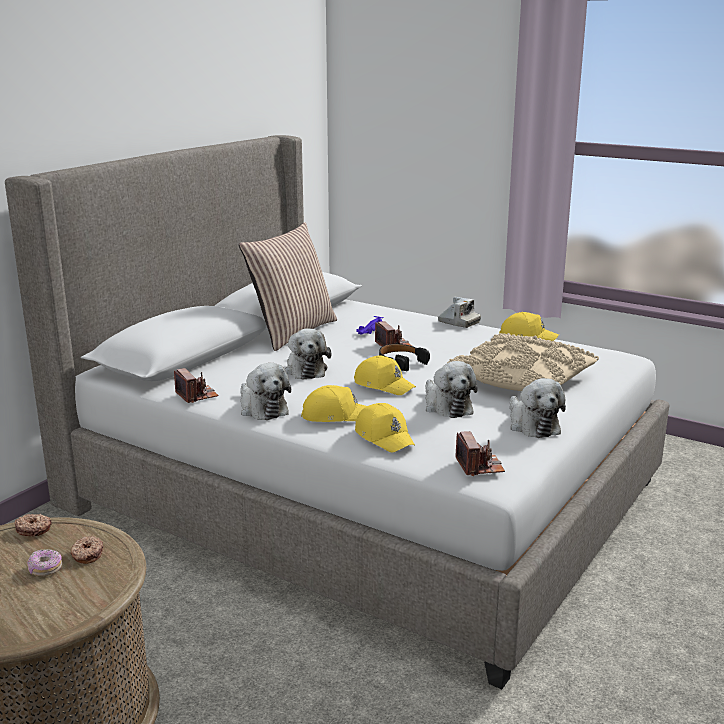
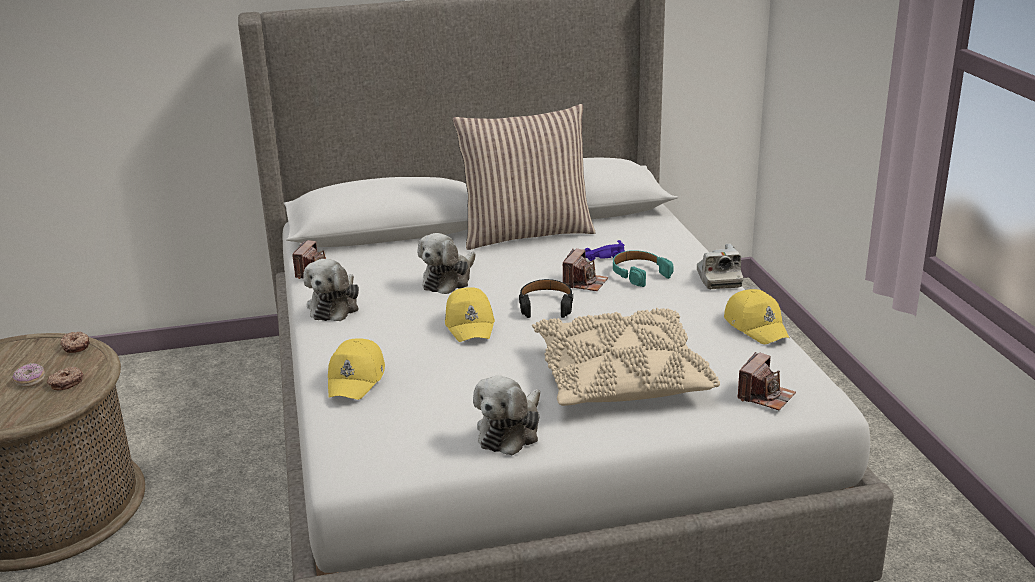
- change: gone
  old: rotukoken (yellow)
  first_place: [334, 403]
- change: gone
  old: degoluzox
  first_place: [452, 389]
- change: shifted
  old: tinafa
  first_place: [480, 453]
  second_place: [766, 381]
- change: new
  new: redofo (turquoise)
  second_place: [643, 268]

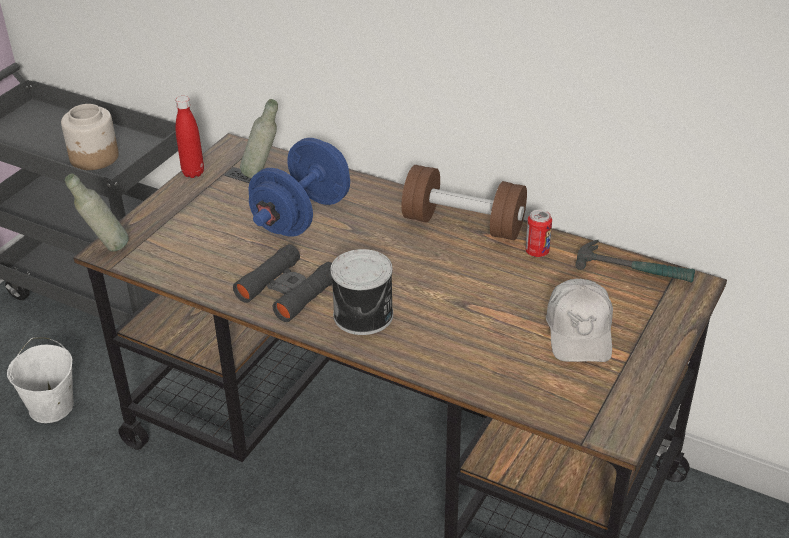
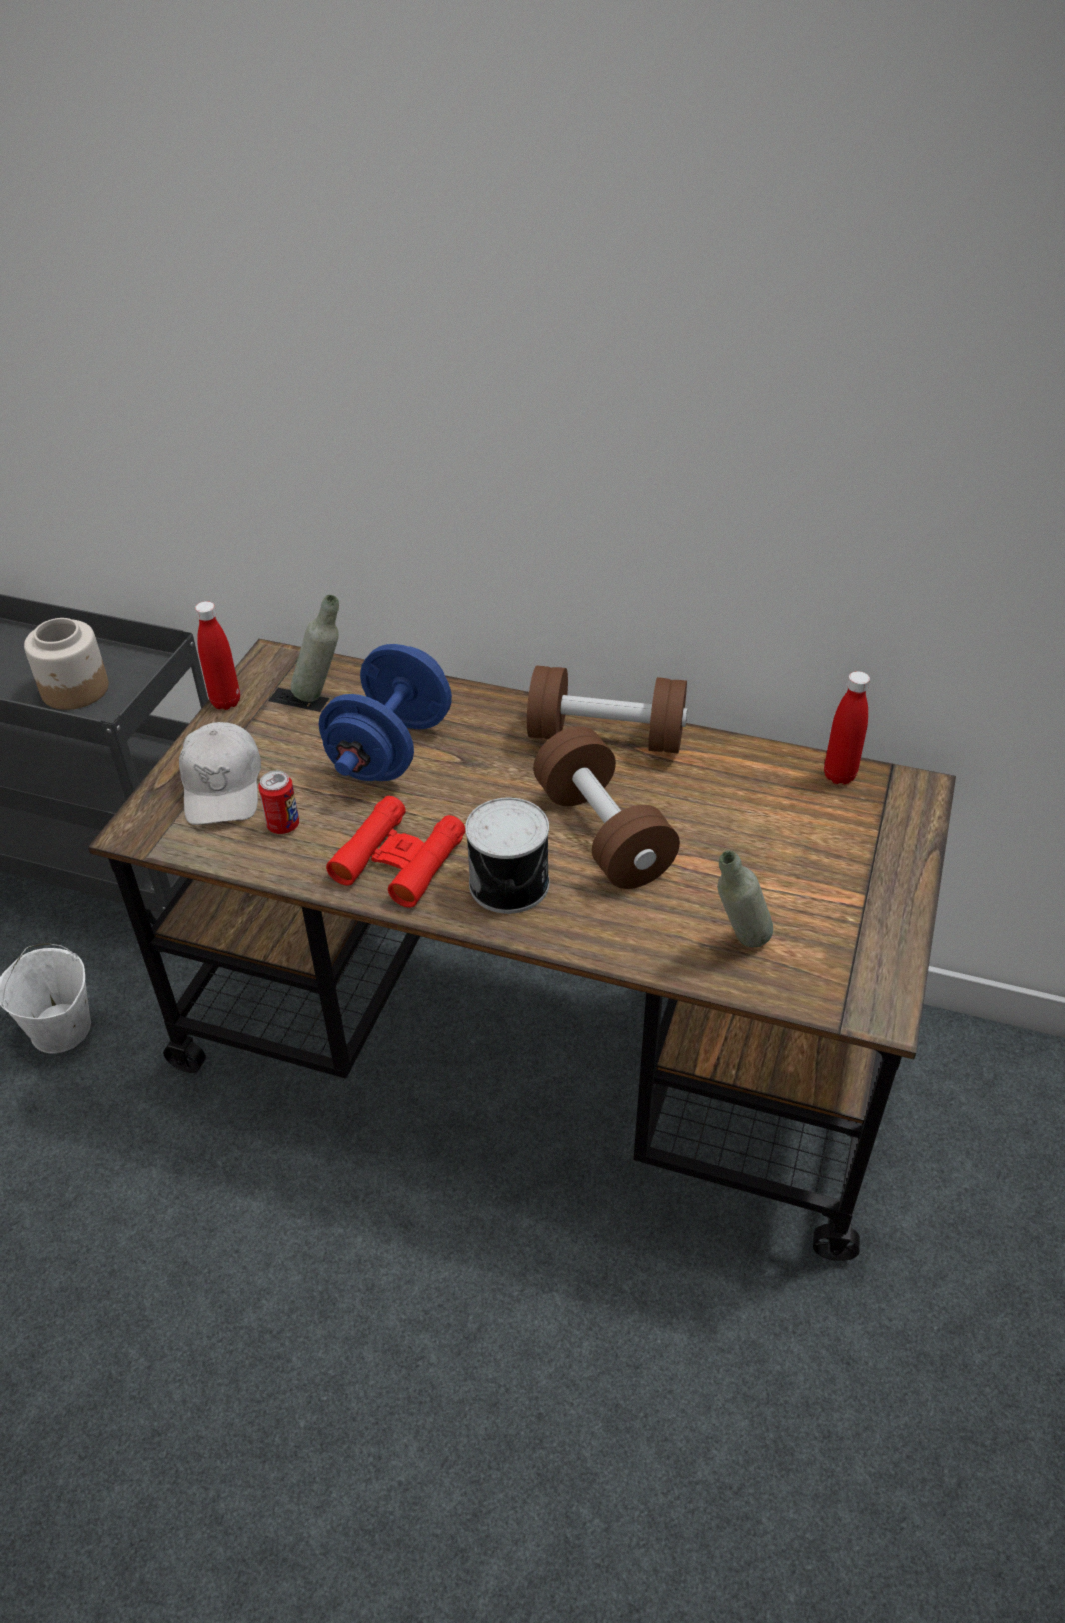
- change: shifted
  old: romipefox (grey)
  first_place: [97, 212]
  second_place: [745, 899]
- change: repainted
  old: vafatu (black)
  new: vafatu (red)
  first_place: [282, 283]
  second_place: [395, 852]
- change: shifted
  old: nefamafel
  first_place: [538, 233]
  second_place: [278, 802]
- change: shifted
  old: rotukoken (white)
  first_place: [579, 320]
  second_place: [220, 773]
- change: swapped
  old: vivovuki
  new: romipefox (red)
  first_place: [635, 261]
  second_place: [847, 728]
- change: new
  new: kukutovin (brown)
  second_place: [606, 807]

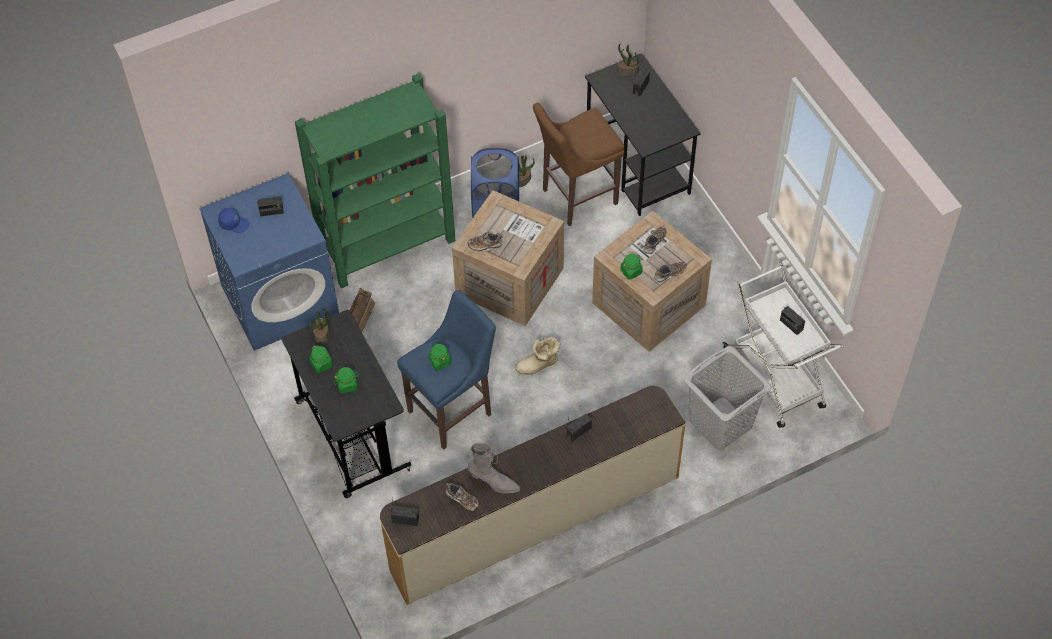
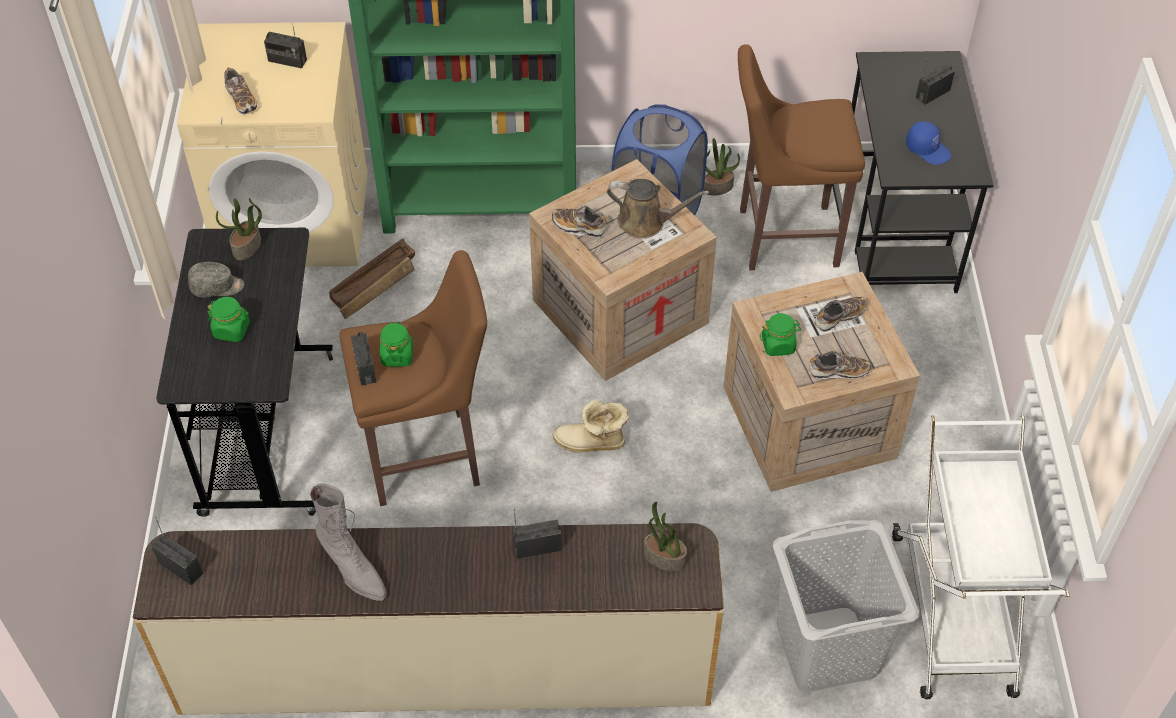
- change: repainted
  old: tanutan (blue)
  new: tanutan (beige)
  first_place: [269, 262]
  second_place: [272, 144]
- change: shifted
  old: rotukoken (blue)
  first_place: [234, 220]
  second_place: [928, 143]
- change: swapped
  old: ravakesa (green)
  new: rotukoken (grey)
  first_place: [321, 359]
  second_place: [216, 279]
- change: repainted
  old: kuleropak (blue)
  new: kuleropak (brown)
  first_place: [446, 370]
  second_place: [413, 378]
- change: shifted
  old: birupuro
  first_place: [462, 497]
  second_place: [240, 90]
- change: shifted
  old: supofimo
  first_place: [628, 59]
  second_place: [665, 536]
- change: shifted
  old: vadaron
  first_place: [792, 320]
  second_place: [363, 359]
- change: new
  new: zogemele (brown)
  second_place: [658, 209]

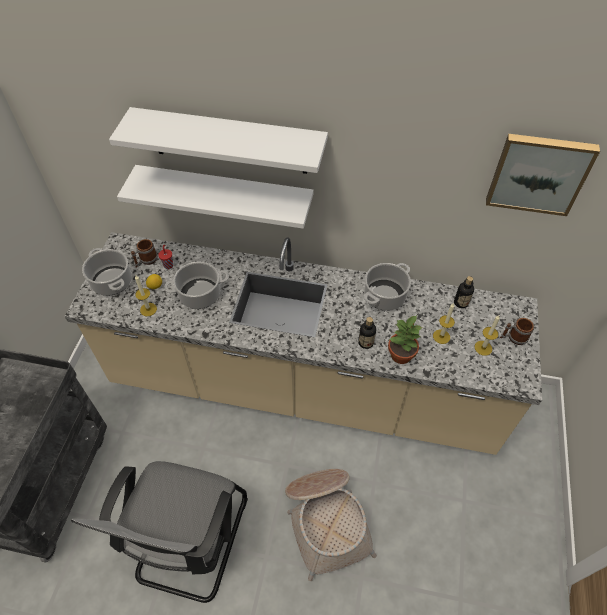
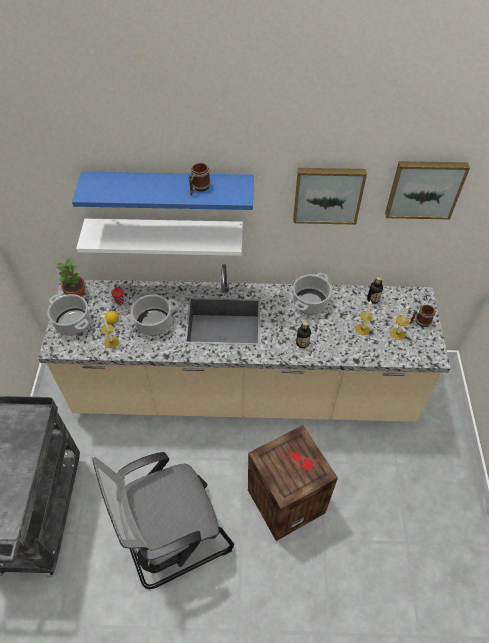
- change: rotated
  old: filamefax
  first_place: [159, 532]
  second_place: [163, 520]
  degrees: 60
- change: repainted
  old: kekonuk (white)
  new: kekonuk (blue)
  first_place: [218, 140]
  second_place: [163, 191]
- change: shifted
  old: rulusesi
  first_place: [144, 253]
  second_place: [199, 179]
- change: swapped
  old: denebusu
  new: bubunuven
  first_place: [331, 525]
  second_place: [293, 483]
- change: shifted
  old: supofimo
  first_place: [405, 339]
  second_place: [71, 277]
- change: new
  new: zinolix
  second_place: [330, 196]

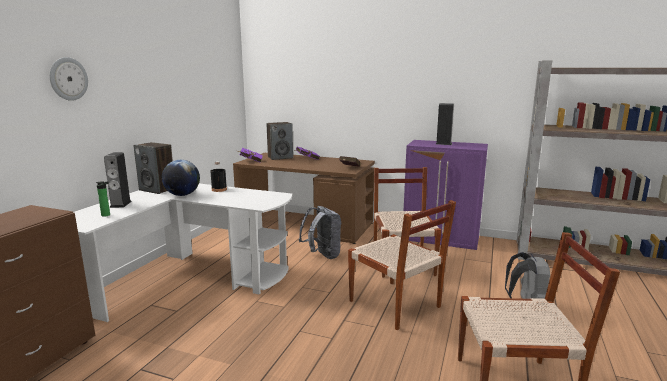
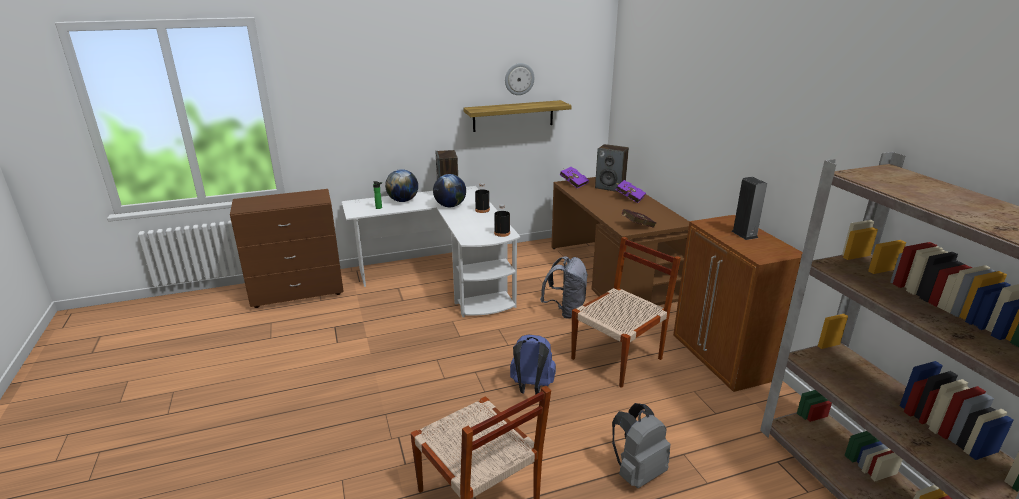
- change: shifted
  old: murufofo
  first_place: [69, 79]
  second_place: [519, 79]
- change: swapped
  old: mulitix
  new: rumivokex
  first_place: [118, 180]
  second_place: [401, 185]
- change: swapped
  old: filamefax
  new: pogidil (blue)
  first_place: [402, 265]
  second_place: [533, 365]
- change: repainted
  old: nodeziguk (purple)
  new: nodeziguk (brown)
  first_place: [446, 195]
  second_place: [738, 303]
- change: new
  new: kekonuk
  second_place: [517, 116]
- change: new
  new: romipefox (black)
  second_place: [502, 220]

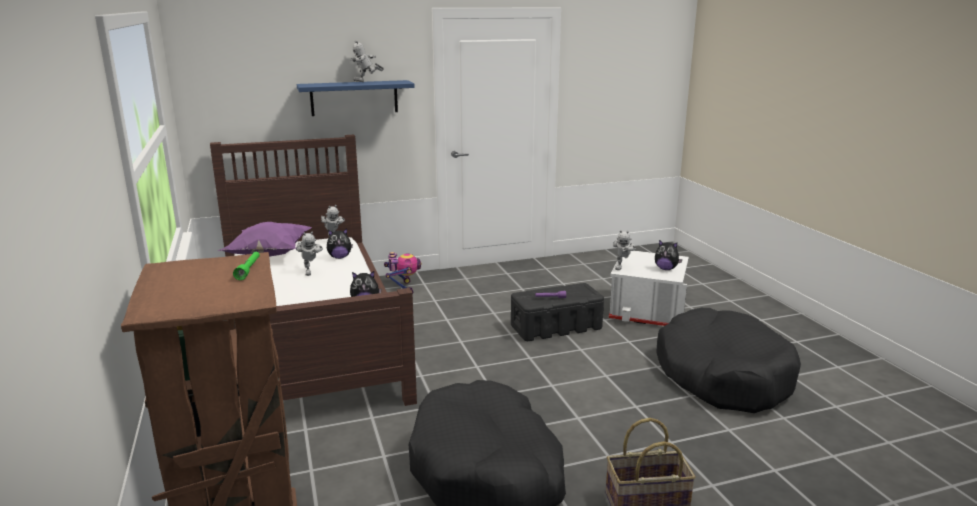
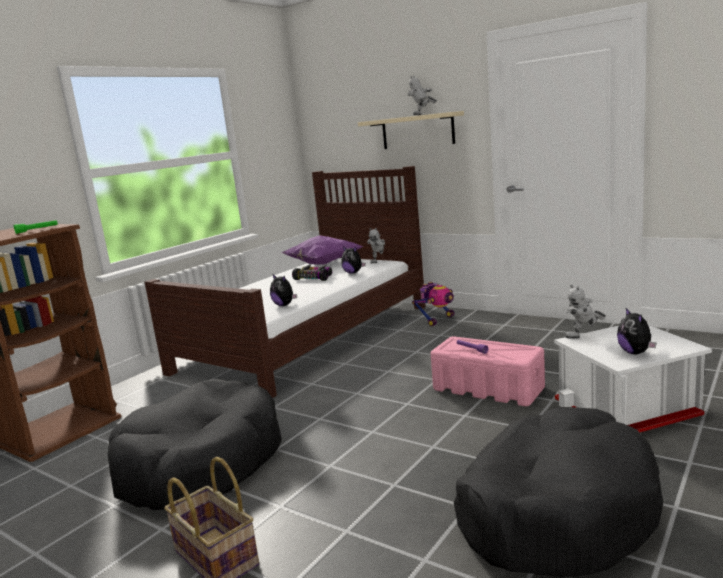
- change: swapped
  old: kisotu
  new: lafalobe
  first_place: [309, 254]
  second_place: [312, 272]
- change: repainted
  old: kekonuk (blue)
  new: kekonuk (beige)
  first_place: [356, 98]
  second_place: [411, 130]
- change: repainted
  old: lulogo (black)
  new: lulogo (pink)
  first_place: [557, 312]
  second_place: [488, 371]

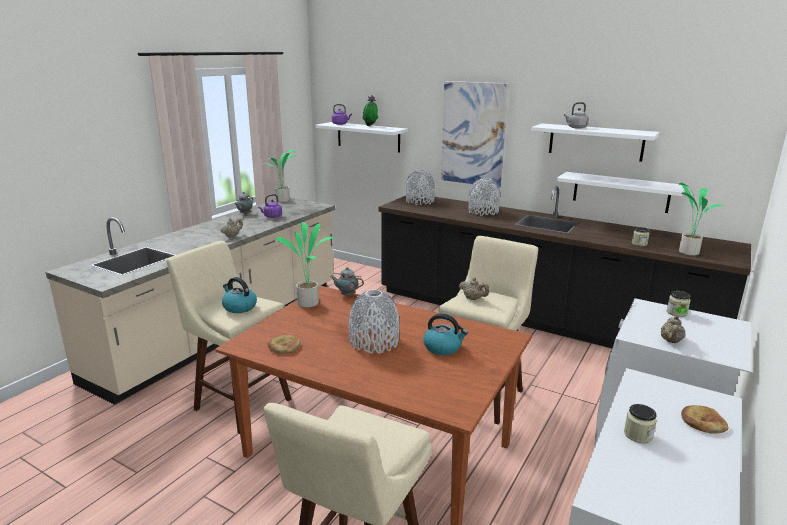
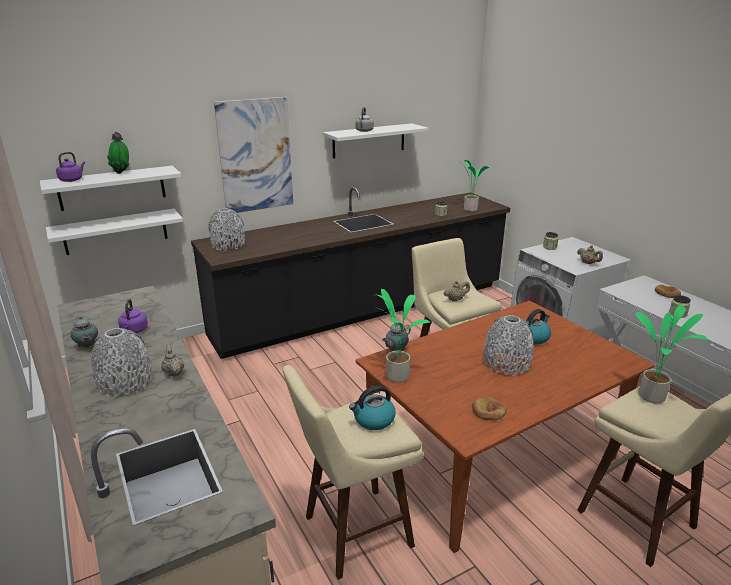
- change: shifted
  old: supofimo
  first_place: [279, 176]
  second_place: [671, 354]
- change: shifted
  old: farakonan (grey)
  first_place: [484, 197]
  second_place: [121, 362]
- change: shifted
  old: kekonuk (white)
  first_place: [620, 192]
  second_place: [114, 232]

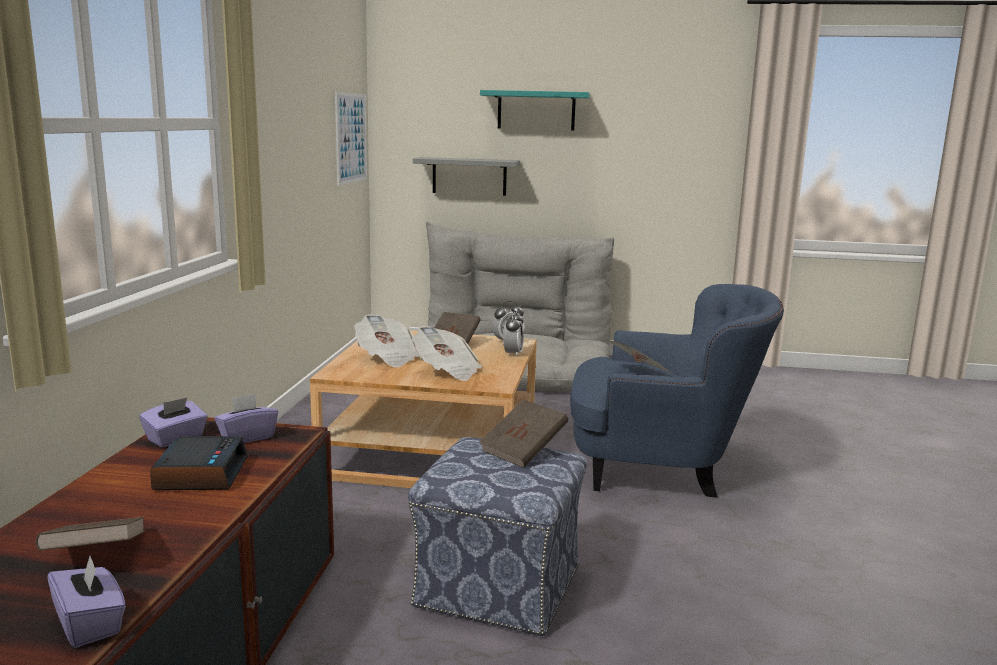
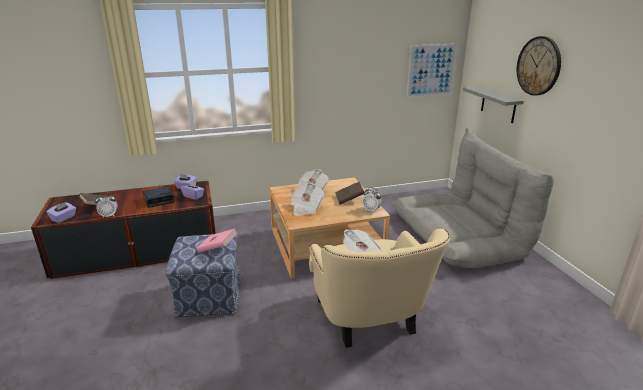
- change: repainted
  old: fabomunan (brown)
  new: fabomunan (pink)
  first_place: [523, 433]
  second_place: [217, 241]
- change: swapped
  old: kekonuk (turquoise)
  new: murufofo
  first_place: [535, 110]
  second_place: [539, 66]
- change: shifted
  old: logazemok
  first_place: [513, 333]
  second_place: [106, 205]
- change: repainted
  old: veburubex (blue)
  new: veburubex (beige)
  first_place: [677, 391]
  second_place: [379, 288]

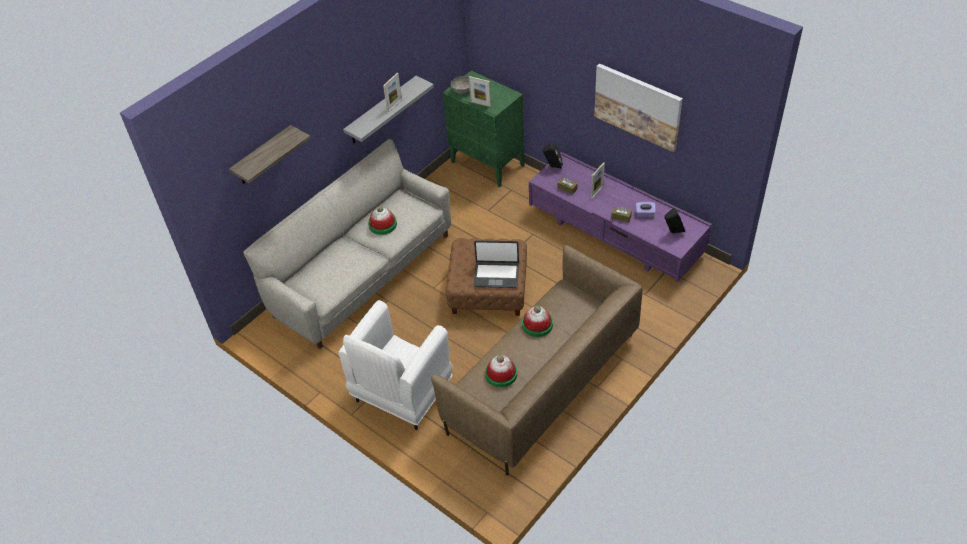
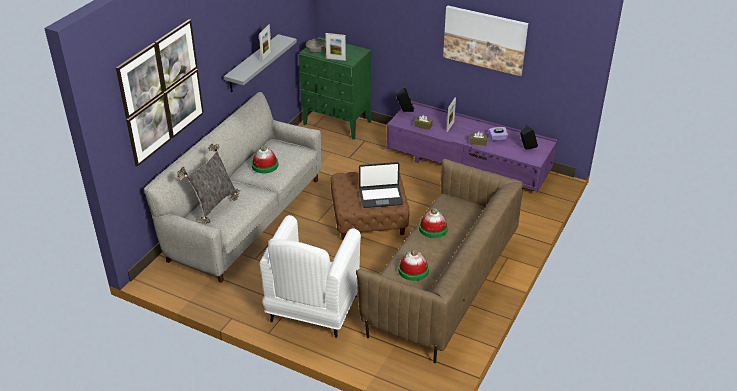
- change: swapped
  old: kekonuk
  new: zinolix
  first_place: [270, 154]
  second_place: [160, 93]
- change: new
  new: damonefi
  second_place: [208, 184]

